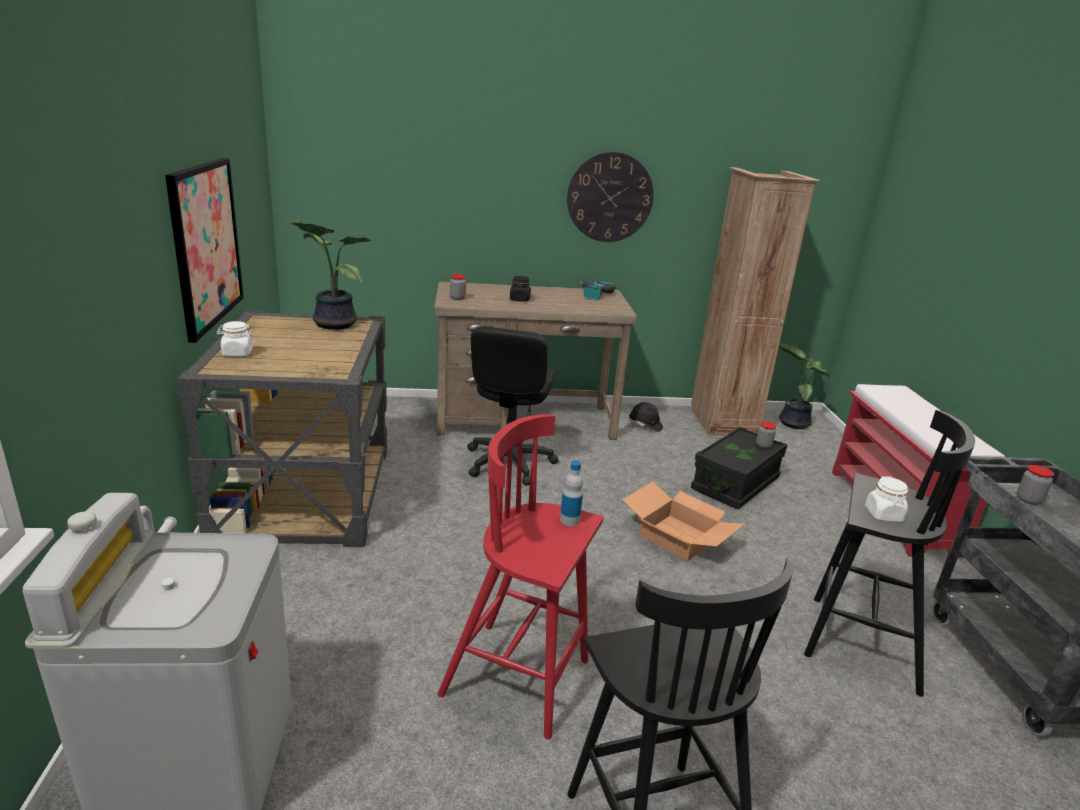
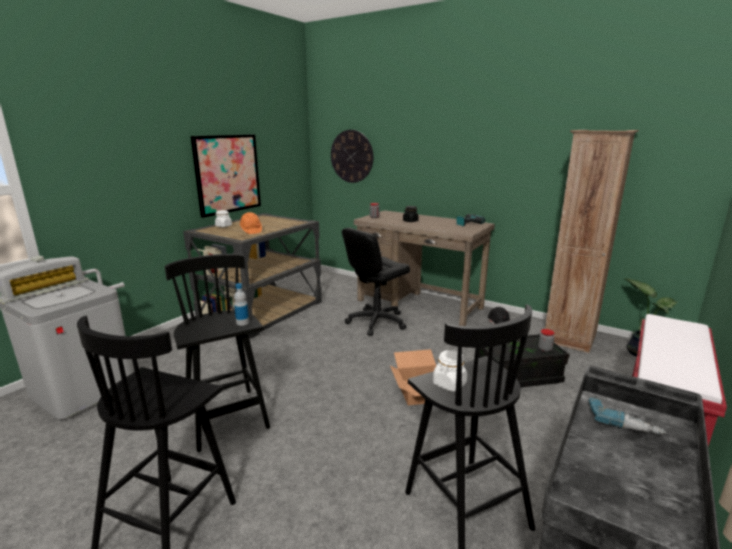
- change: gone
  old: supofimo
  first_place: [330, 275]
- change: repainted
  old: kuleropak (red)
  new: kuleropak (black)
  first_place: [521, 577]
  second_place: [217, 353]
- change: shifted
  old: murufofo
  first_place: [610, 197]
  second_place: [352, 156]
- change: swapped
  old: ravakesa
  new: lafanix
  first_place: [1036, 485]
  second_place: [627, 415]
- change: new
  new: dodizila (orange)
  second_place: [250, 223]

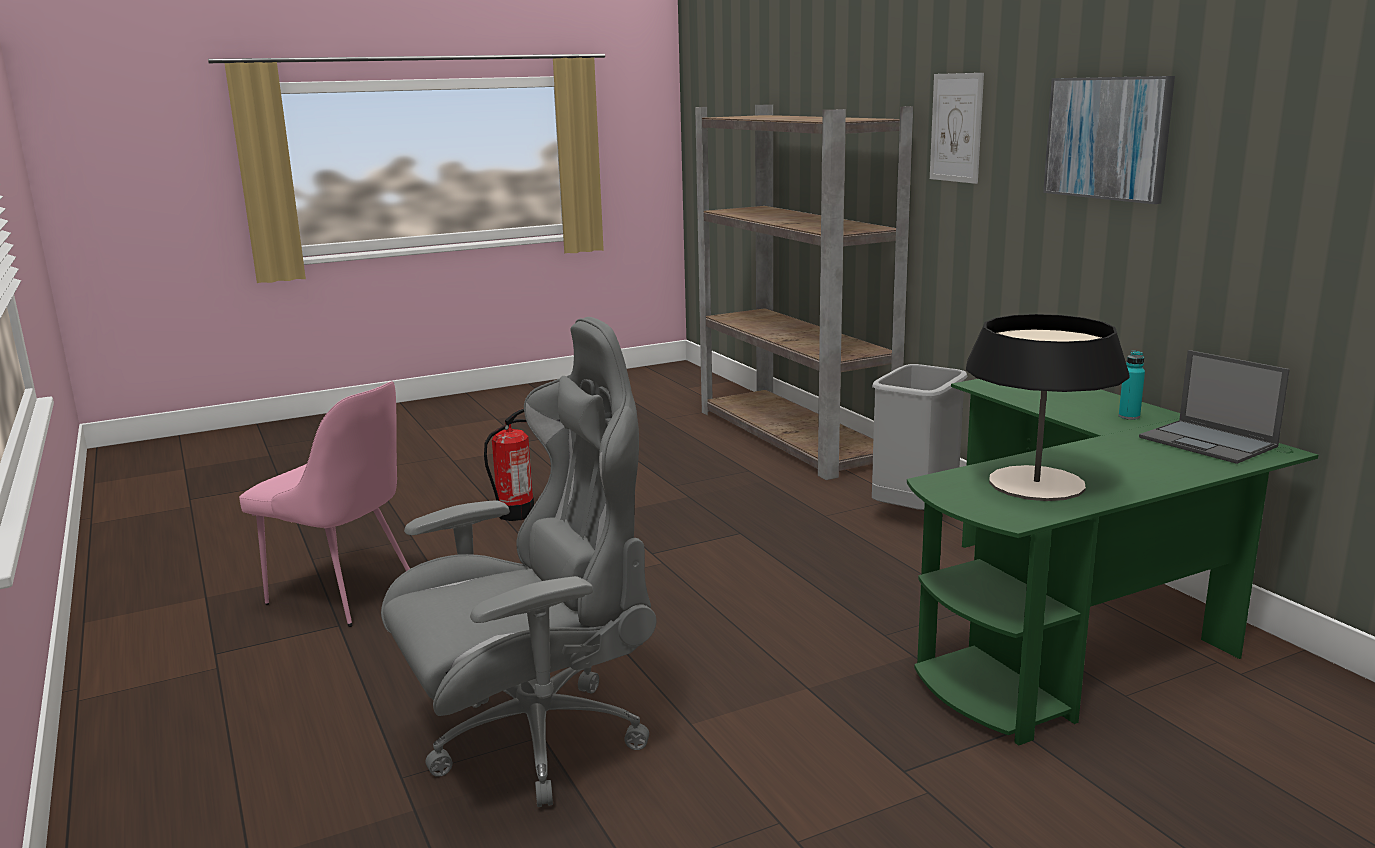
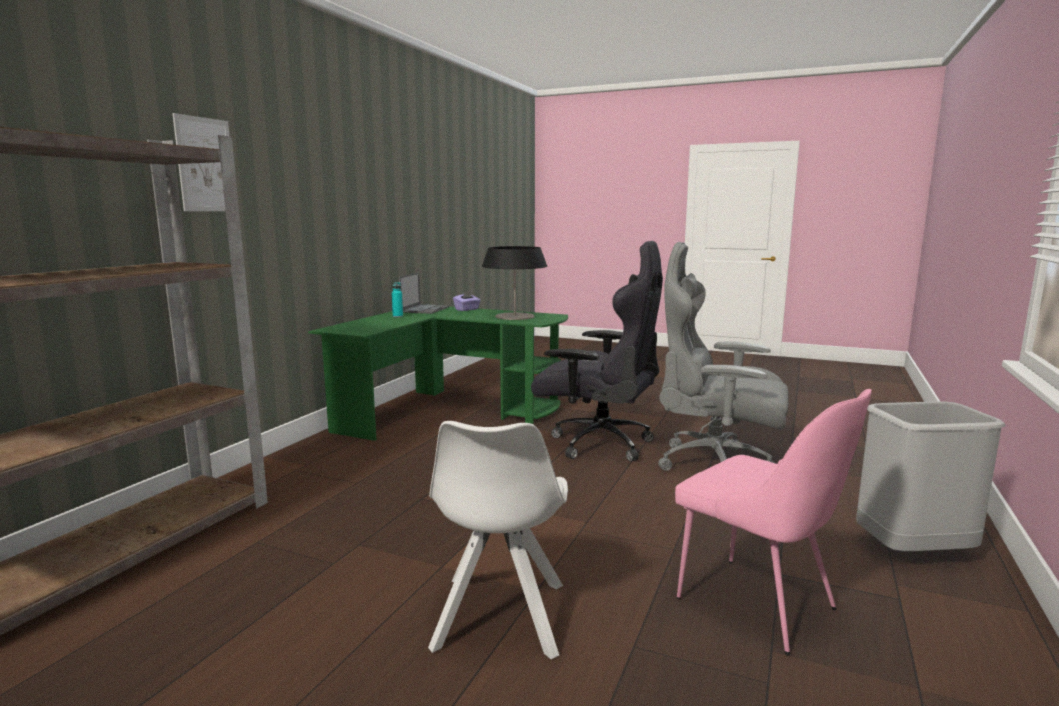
- change: rotated
  old: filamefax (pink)
  first_place: [324, 504]
  second_place: [773, 522]
  degrees: 150
- change: swapped
  old: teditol
  new: filamefax (white)
  first_place: [509, 465]
  second_place: [498, 540]
- change: shifted
  old: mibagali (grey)
  first_place: [919, 437]
  second_place: [931, 476]
- change: gone
  old: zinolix
  first_place: [1109, 140]
- change: new
  new: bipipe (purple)
  second_place: [467, 301]
- change: new
  new: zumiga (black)
  second_place: [596, 351]

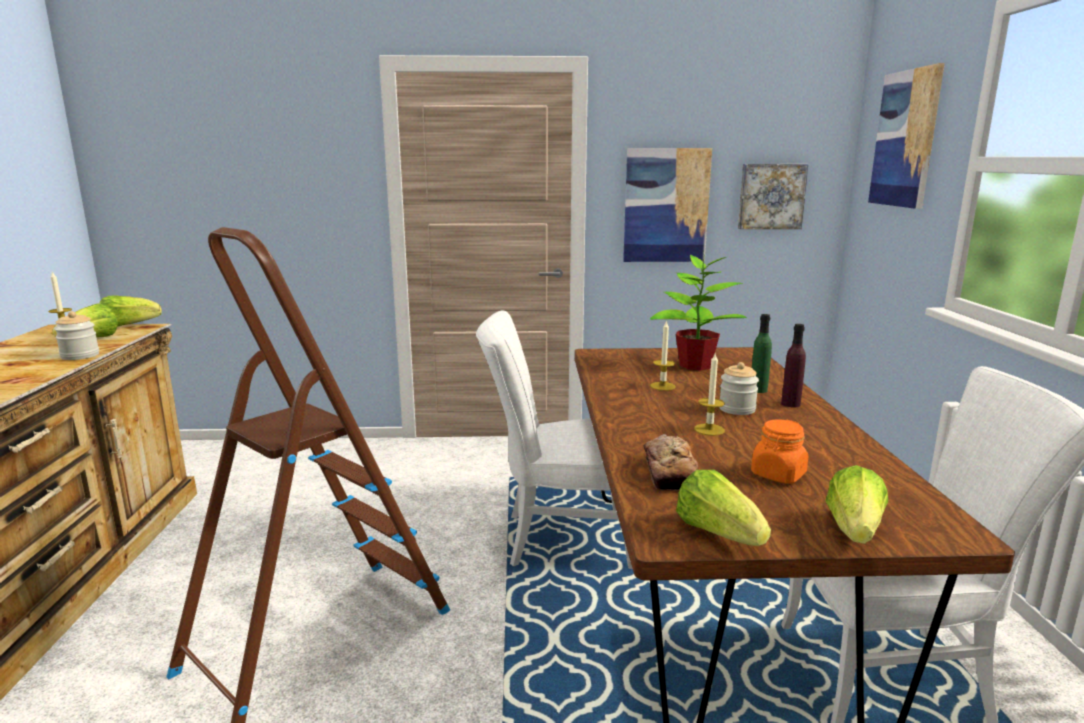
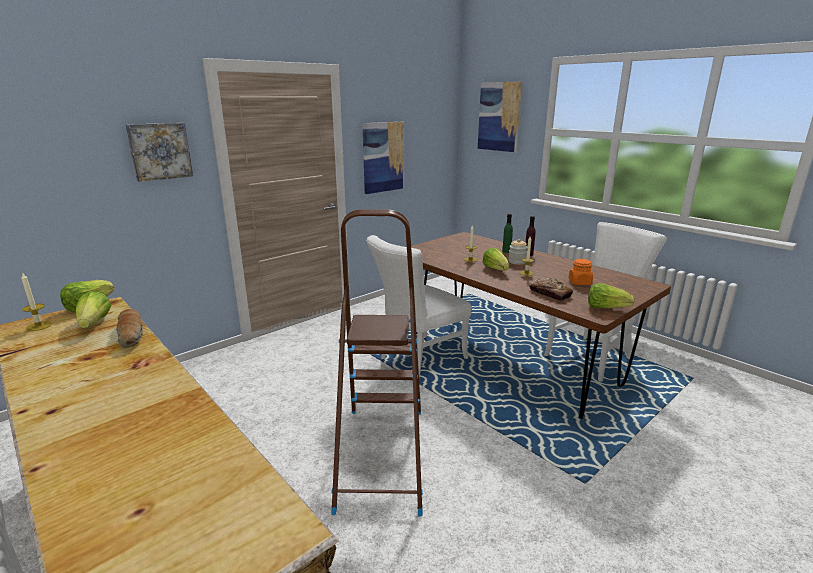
- change: swapped
  old: ravakesa
  new: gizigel
  first_place: [76, 335]
  second_place: [129, 328]
- change: gone
  old: supofimo
  first_place: [698, 311]
- change: shifted
  old: zinolix
  first_place: [773, 196]
  second_place: [159, 152]
- change: shifted
  old: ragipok
  first_place: [856, 504]
  second_place: [496, 259]

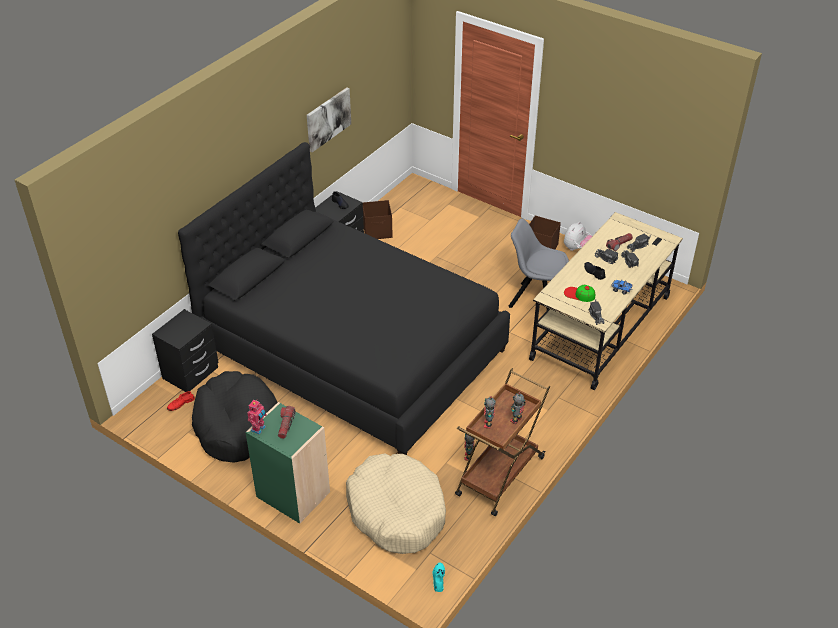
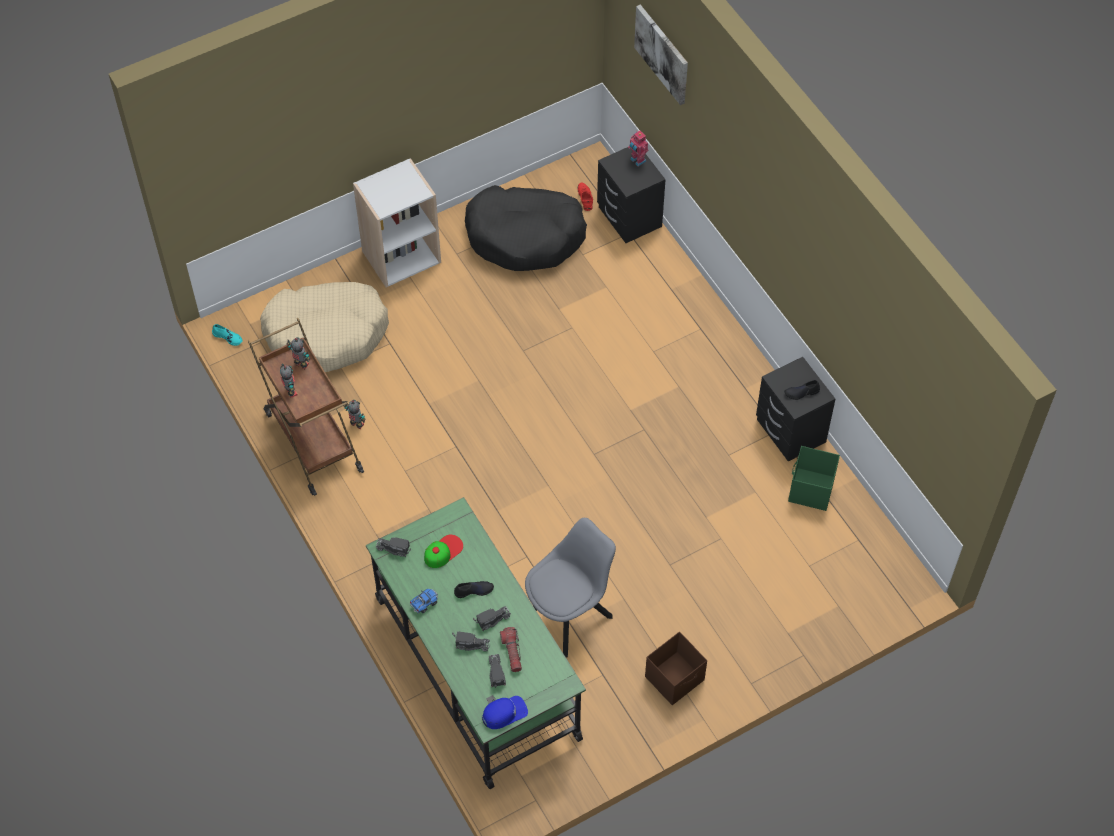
- change: gone
  old: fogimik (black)
  first_place: [344, 298]
- change: repainted
  old: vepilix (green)
  new: vepilix (white)
  first_place: [288, 463]
  second_place: [397, 222]
- change: shifted
  old: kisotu
  first_place: [257, 417]
  second_place: [638, 148]
- change: gone
  old: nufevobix
  first_place: [287, 422]
- change: shifted
  old: zinolix
  first_place: [329, 119]
  second_place: [661, 54]
- change: repainted
  old: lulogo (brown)
  new: lulogo (green)
  first_place: [378, 219]
  second_place: [814, 478]
- change: repainted
  old: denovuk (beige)
  new: denovuk (green)
  first_place: [606, 301]
  second_place: [476, 643]
- change: gone
  old: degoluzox
  first_place: [578, 236]
- change: new
  new: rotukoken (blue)
  second_place: [505, 712]

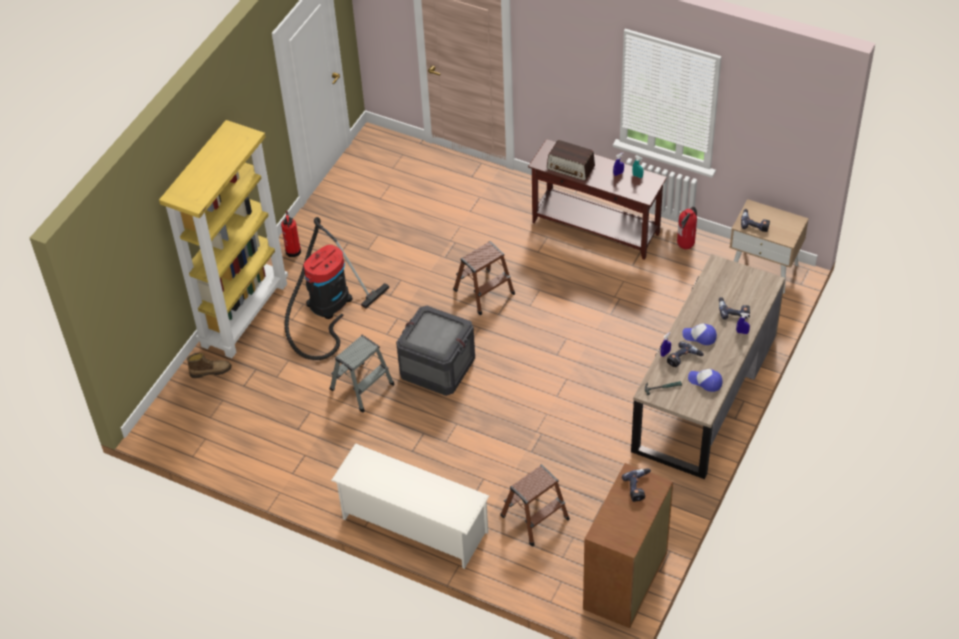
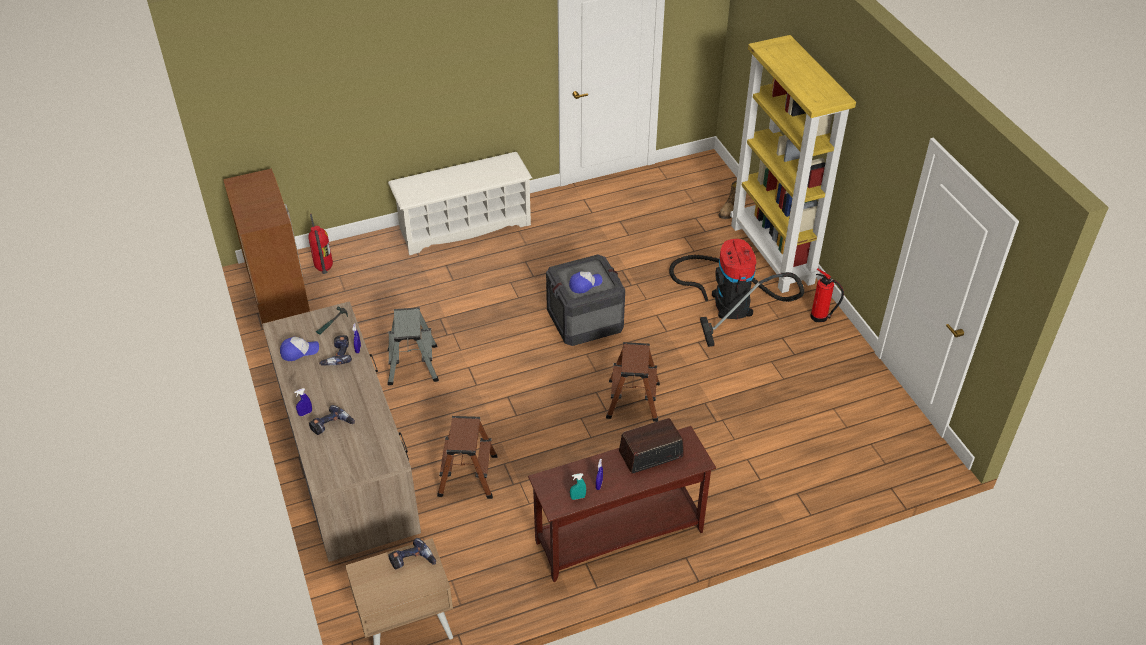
- change: shifted
  old: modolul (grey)
  first_place: [362, 374]
  second_place: [413, 346]
- change: shifted
  old: modolul (brown)
  first_place: [535, 505]
  second_place: [467, 457]
- change: gone
  old: lafanix
  first_place: [636, 485]
- change: shifted
  old: teditol
  first_place: [687, 228]
  second_place: [320, 244]
- change: shifted
  old: rotukoken
  first_place: [699, 334]
  second_place: [586, 282]

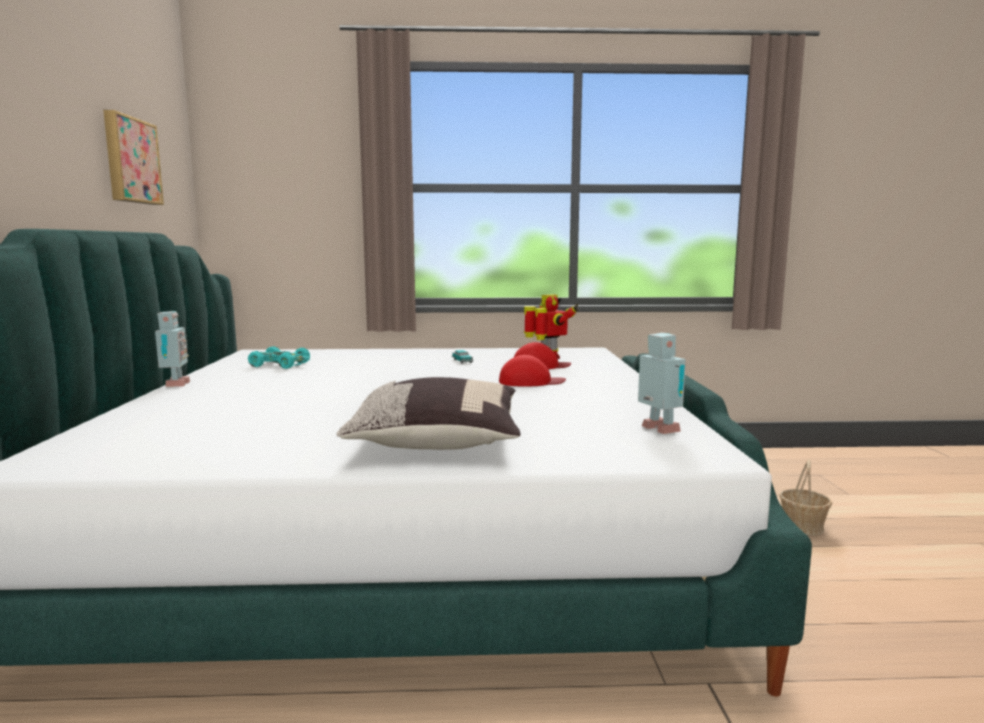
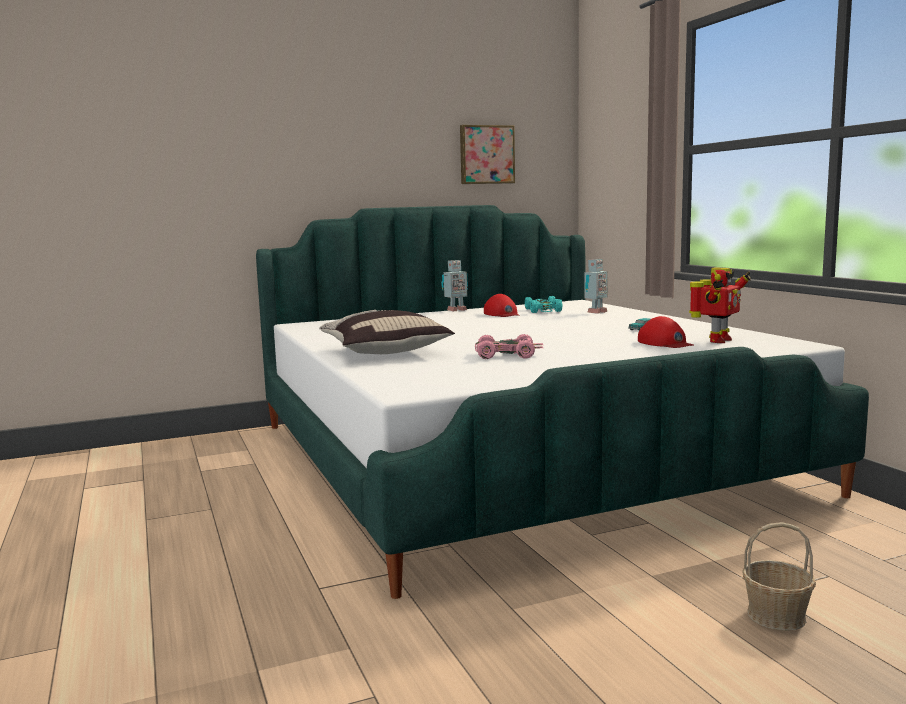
- change: shifted
  old: rotukoken (red)
  first_place: [532, 370]
  second_place: [502, 305]
- change: shifted
  old: kisotu
  first_place: [662, 383]
  second_place: [596, 286]
- change: new
  new: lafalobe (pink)
  second_place: [509, 346]

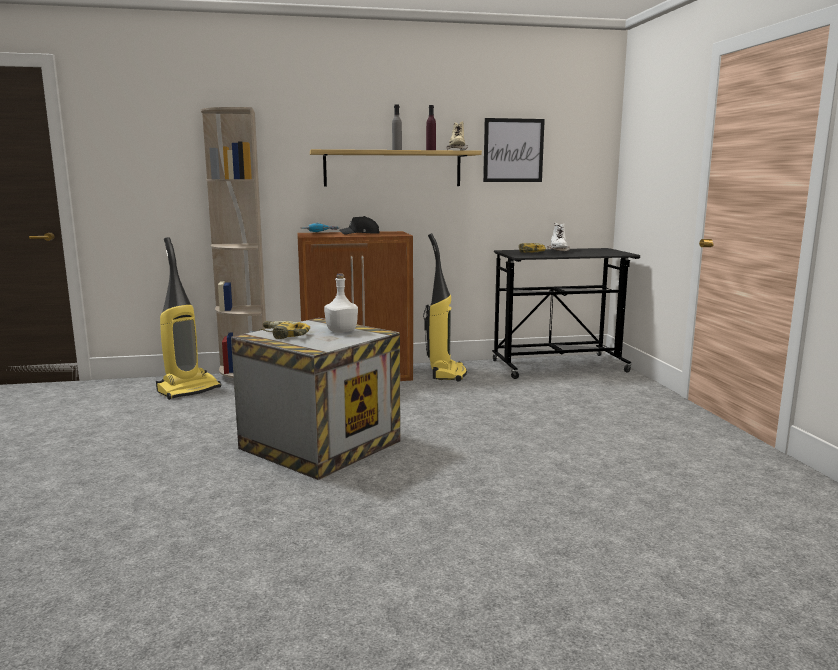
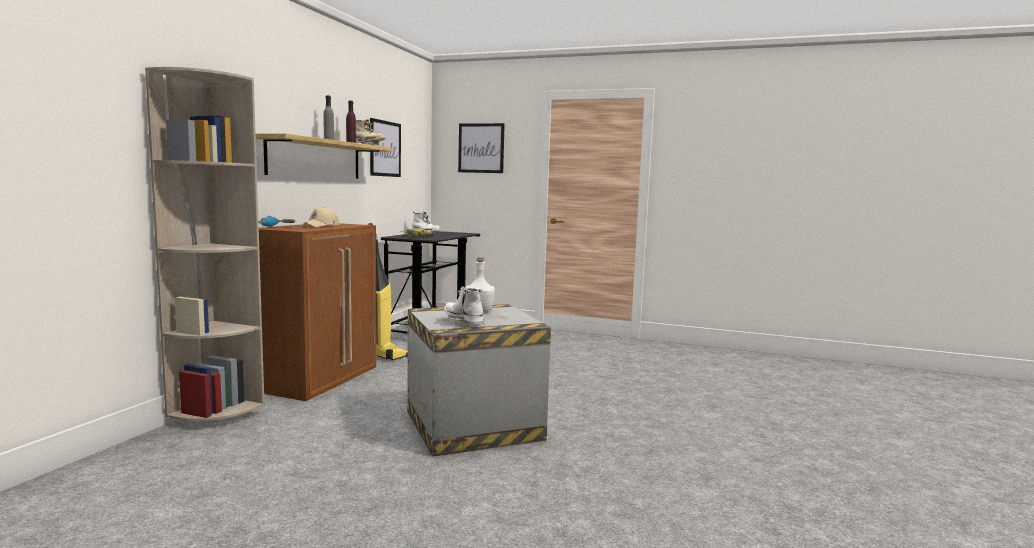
- change: gone
  old: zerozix
  first_place: [188, 318]
- change: swapped
  old: lafanix
  new: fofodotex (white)
  first_place: [284, 330]
  second_place: [464, 307]
- change: repainted
  old: rotukoken (black)
  new: rotukoken (beige)
  first_place: [360, 225]
  second_place: [321, 217]
- change: new
  new: zinolix
  second_place: [481, 148]

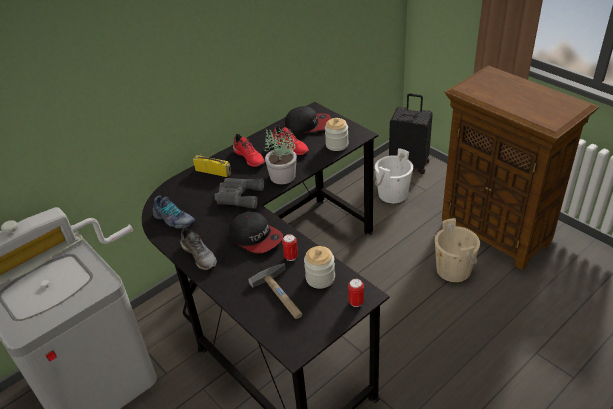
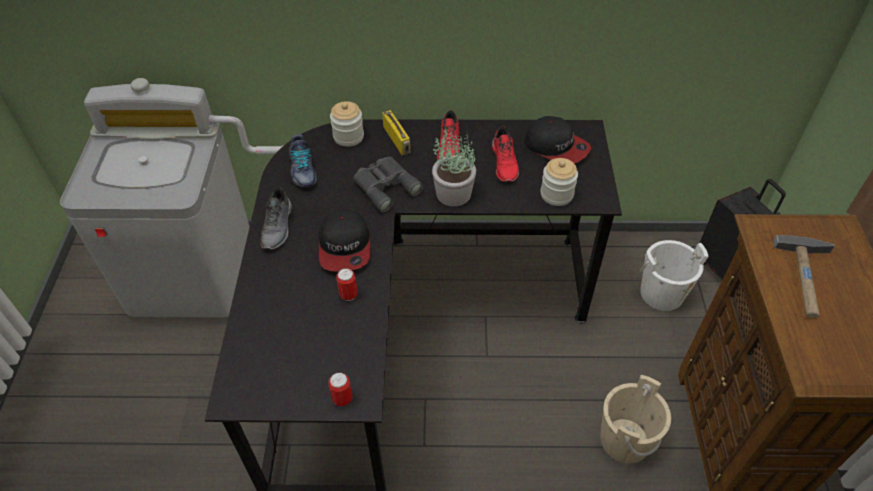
- change: shifted
  old: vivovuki
  first_place: [275, 291]
  second_place: [804, 276]
- change: shifted
  old: ravakesa
  first_place: [319, 267]
  second_place: [347, 124]

